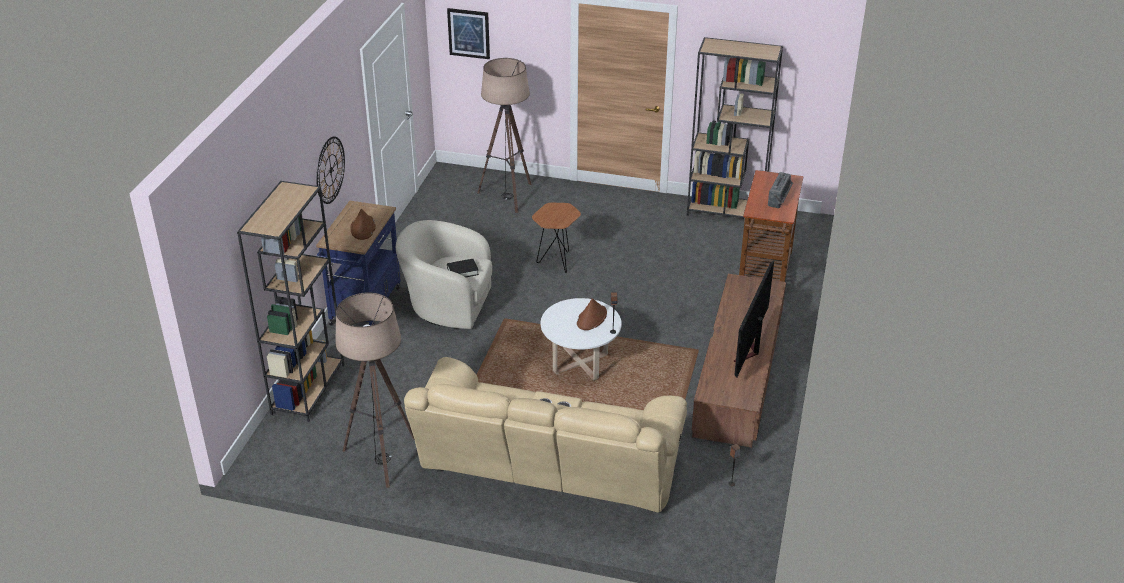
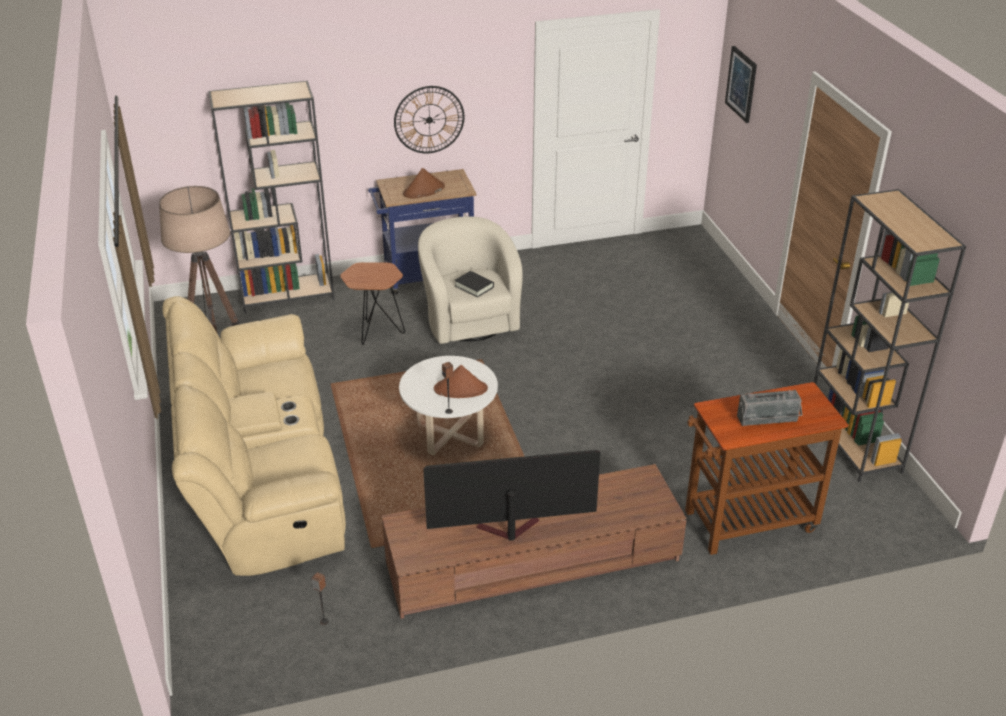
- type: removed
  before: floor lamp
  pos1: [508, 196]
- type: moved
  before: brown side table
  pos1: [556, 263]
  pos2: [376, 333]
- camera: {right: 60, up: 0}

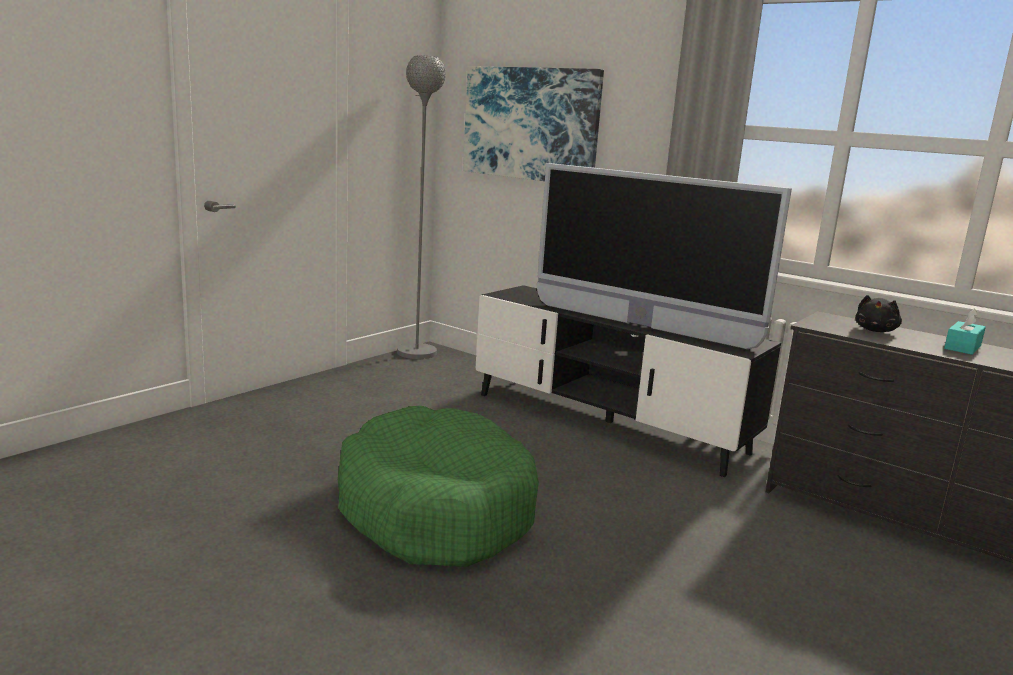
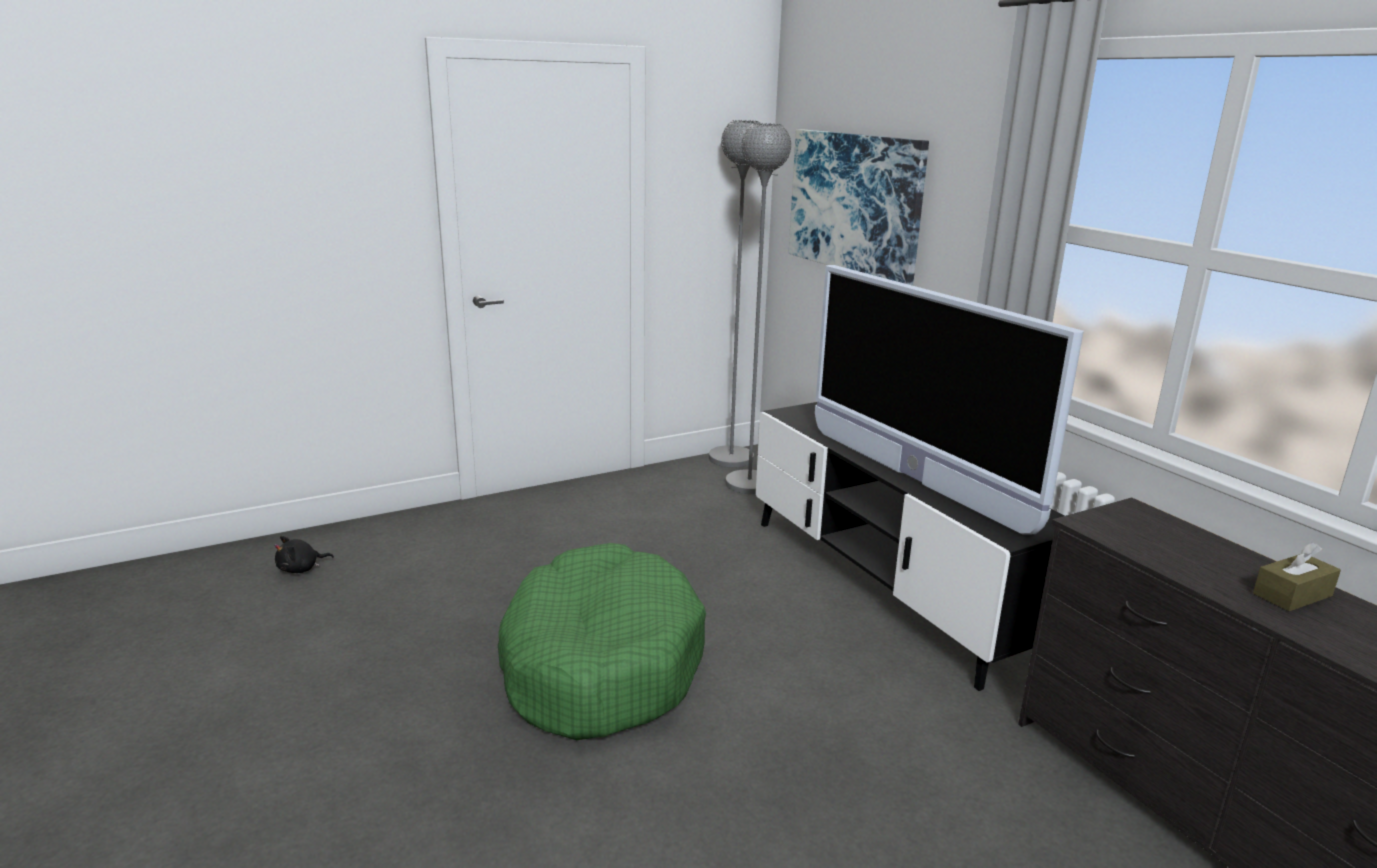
- type: moved
  before: black plush toy
  pos1: [875, 330]
  pos2: [301, 569]
- type: recoloured
  before: turquoise tissue box
  after: brown tissue box
  pos1: [962, 347]
  pos2: [1292, 595]
- type: added
  after: grey floor lamp
  pos2: [750, 484]
- camera: {right: 25, up: 5}

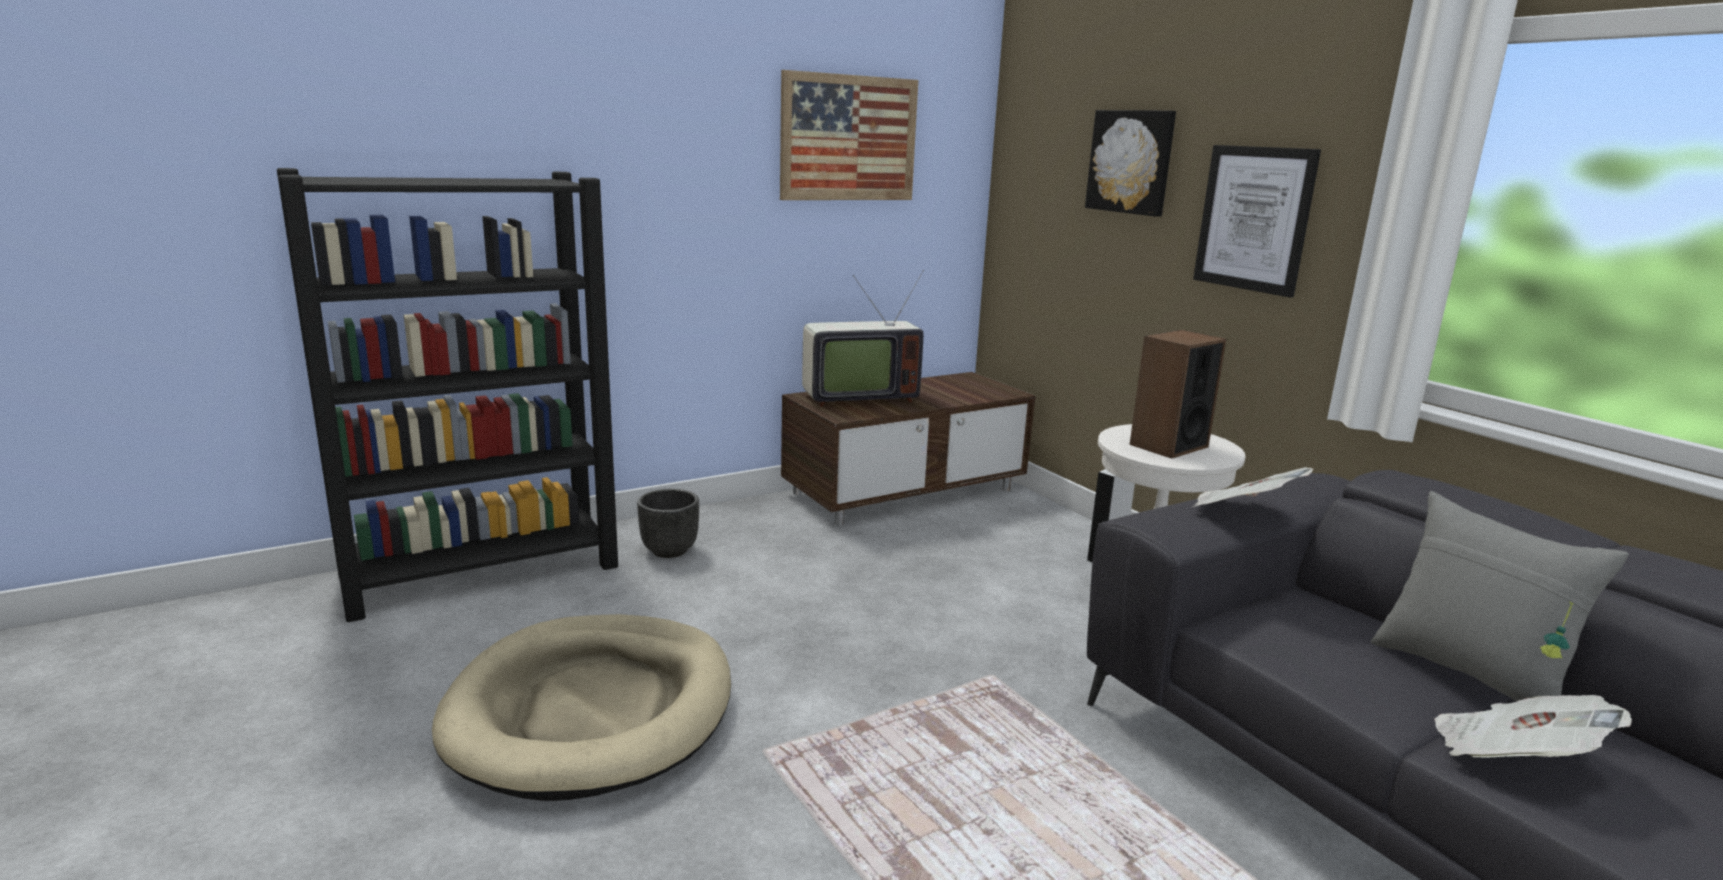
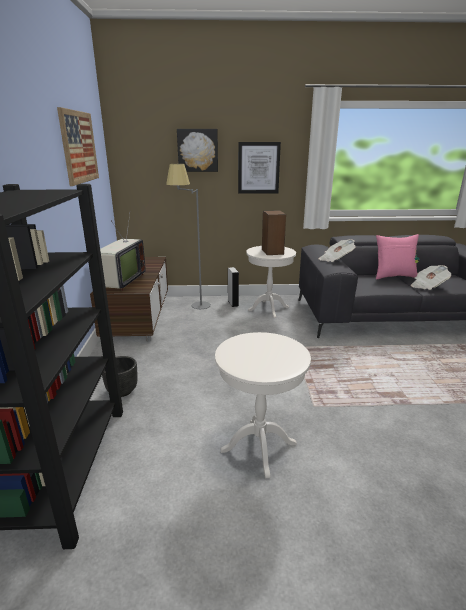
- type: recoloured
  before: grey pillow
  after: pink pillow
  pos1: [1467, 676]
  pos2: [393, 277]
- type: replaced
  before: beige dog bed
  after: white side table
  pos1: [592, 710]
  pos2: [259, 447]
- type: added
  after: grey floor lamp
  pos2: [192, 306]
- camera: {right: -60, up: 5}

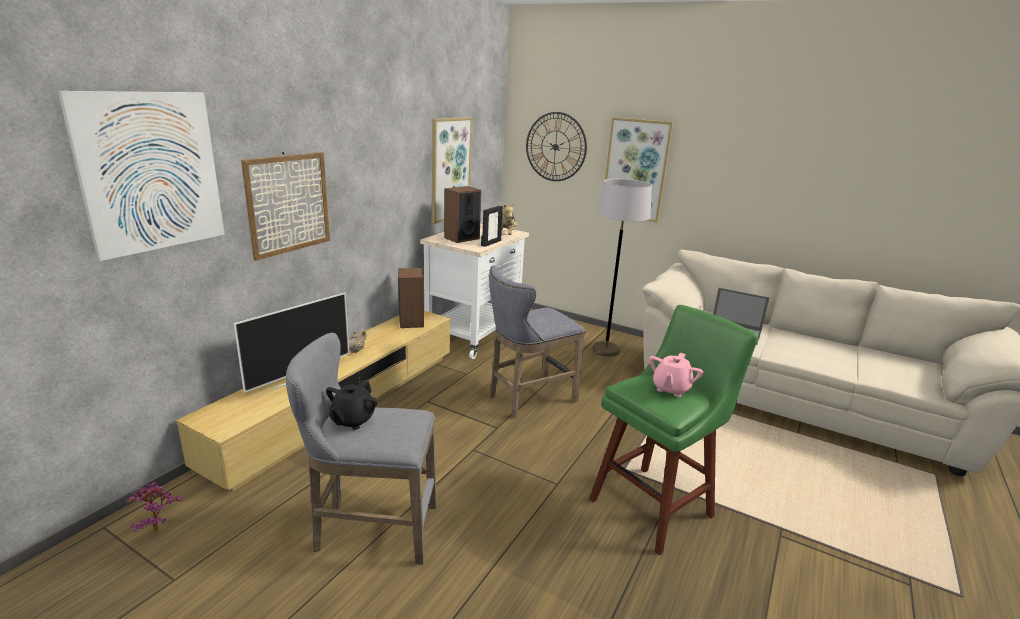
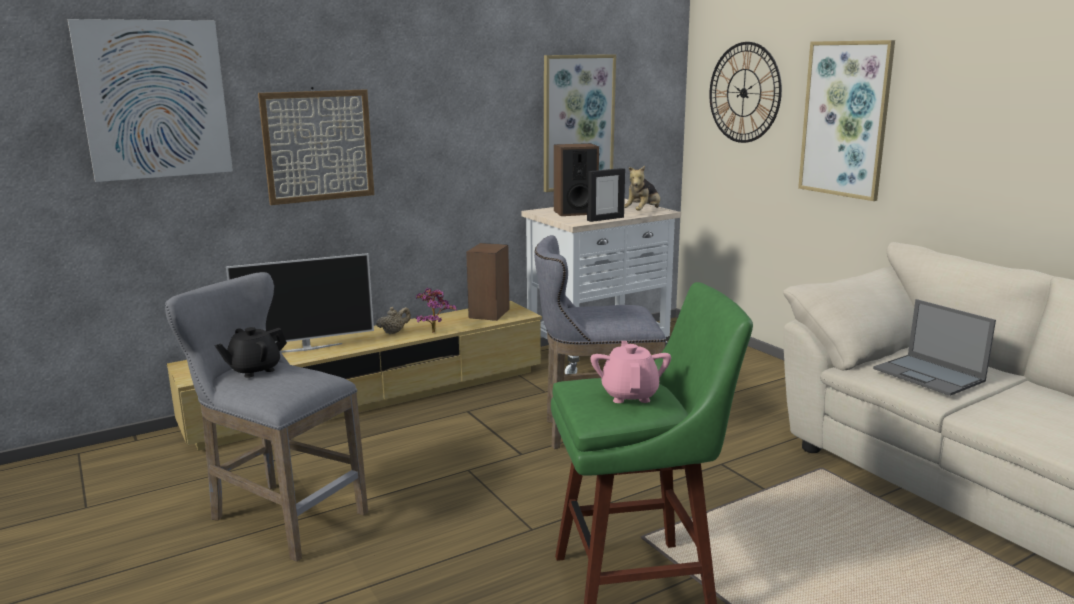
- type: removed
  before: grey floor lamp
  pos1: [606, 350]
- type: turned
  before: pink teapot
  pos1: [671, 389]
  pos2: [630, 395]
  turn: 120
- type: moved
  before: potted plant
  pos1: [156, 528]
  pos2: [434, 331]
- camera: {right: 30, up: -5}

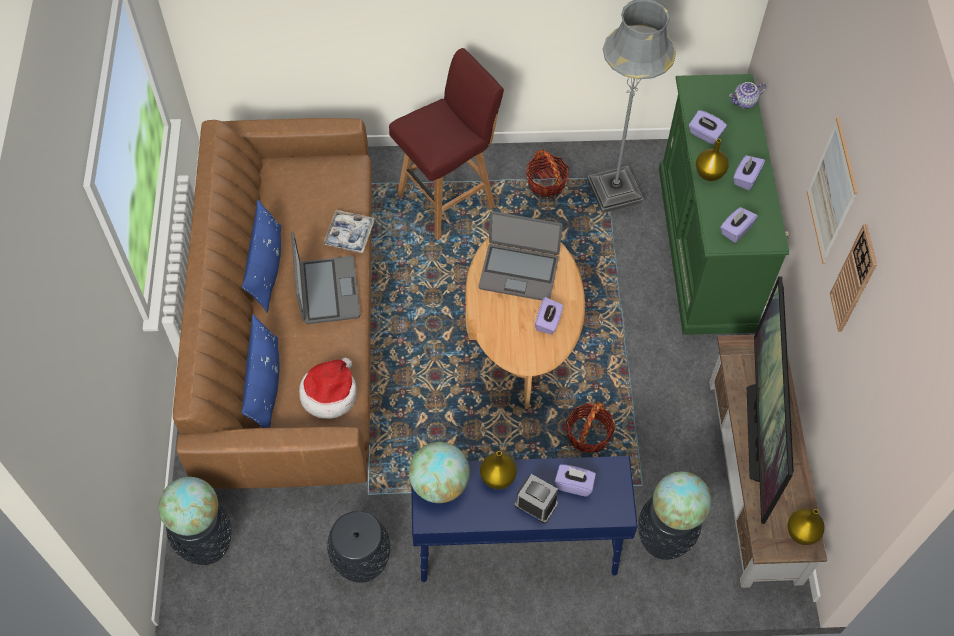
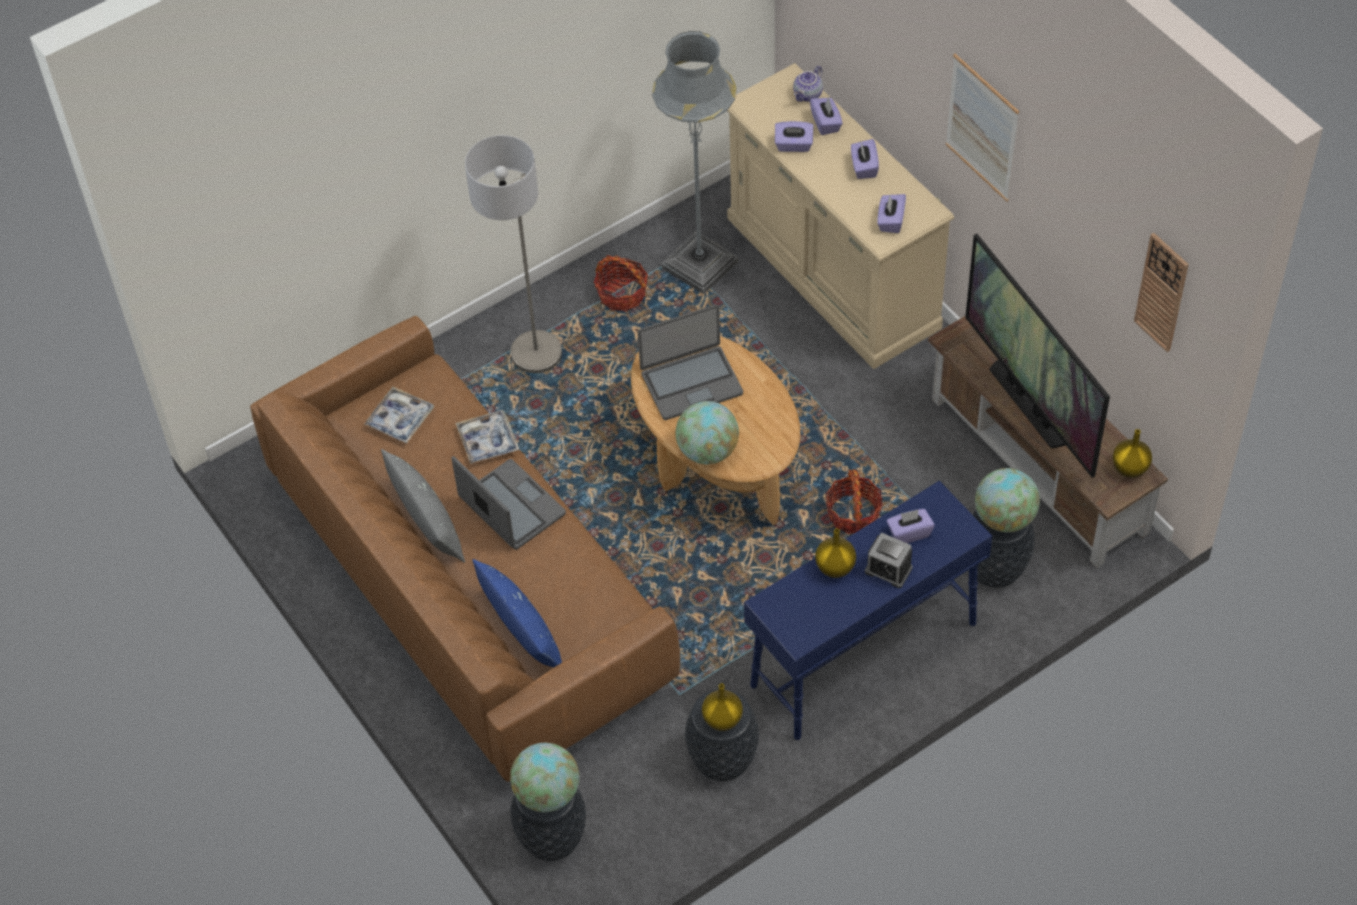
- type: replaced
  before: red stool
  after: grey floor lamp
  pos1: [448, 199]
  pos2: [530, 365]
- type: recoloured
  before: green cabinet
  after: beige cabinet
  pos1: [705, 247]
  pos2: [833, 273]
- type: moved
  before: yellow vase
  pos1: [708, 173]
  pos2: [721, 720]
- type: recoloured
  before: blue pillow
  after: grey pillow
  pos1: [266, 268]
  pos2: [427, 520]
- type: moved
  before: wall clock
  pos1: [854, 279]
  pos2: [1162, 292]
- type: moved
  before: purple tissue box
  pos1: [548, 322]
  pos2: [826, 123]
- type: removed
  before: hat
  pos1: [330, 393]
- type: moved
  before: globe
  pos1: [440, 484]
  pos2: [708, 451]
- type: turned
  before: alarm clock
  pos1: [536, 504]
  pos2: [888, 570]
  turn: -150
- type: added
  after: tray
  pos2: [400, 419]
- camera: {right: -30, up: -5}

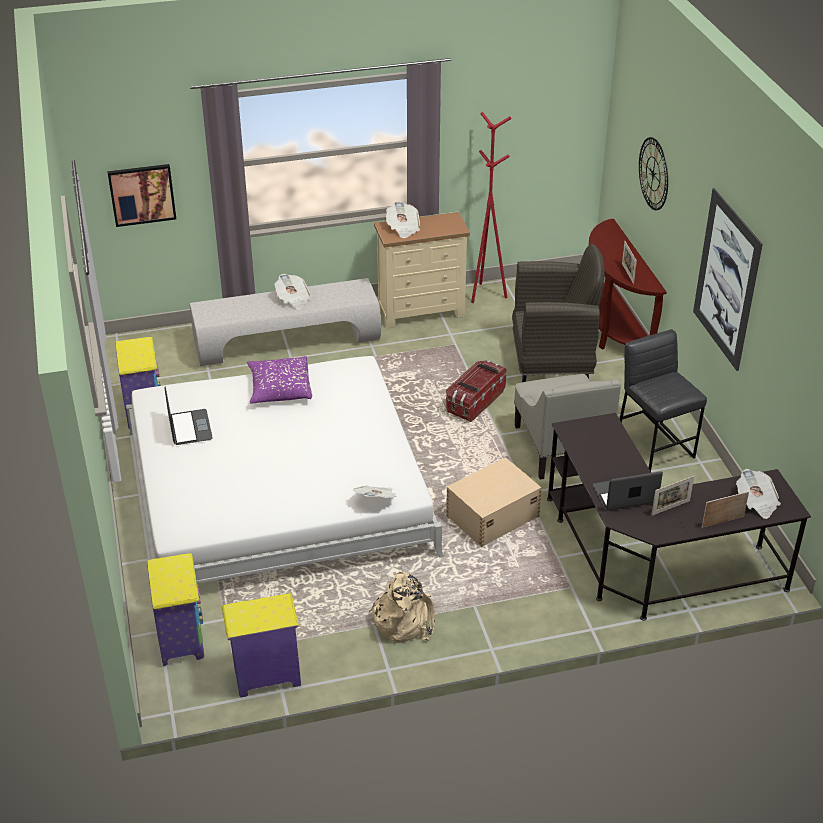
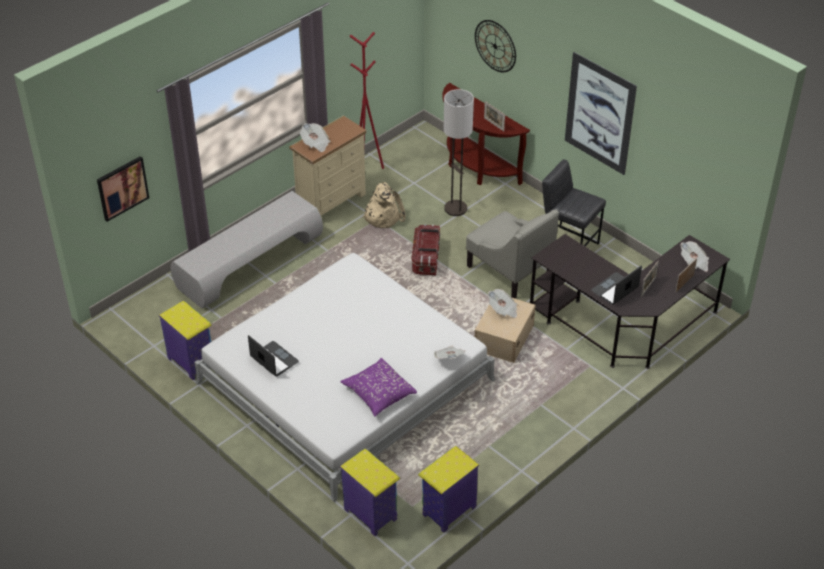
- type: replaced
  before: grey armchair
  after: floor lamp
  pos1: [553, 363]
  pos2: [456, 208]
- type: moved
  before: newspaper
  pos1: [293, 299]
  pos2: [503, 310]
- type: moved
  before: purple pillow
  pos1: [279, 388]
  pos2: [378, 393]
- type: moved
  before: beige backpack
  pos1: [404, 620]
  pos2: [382, 215]
- camera: {right: -30, up: 5}

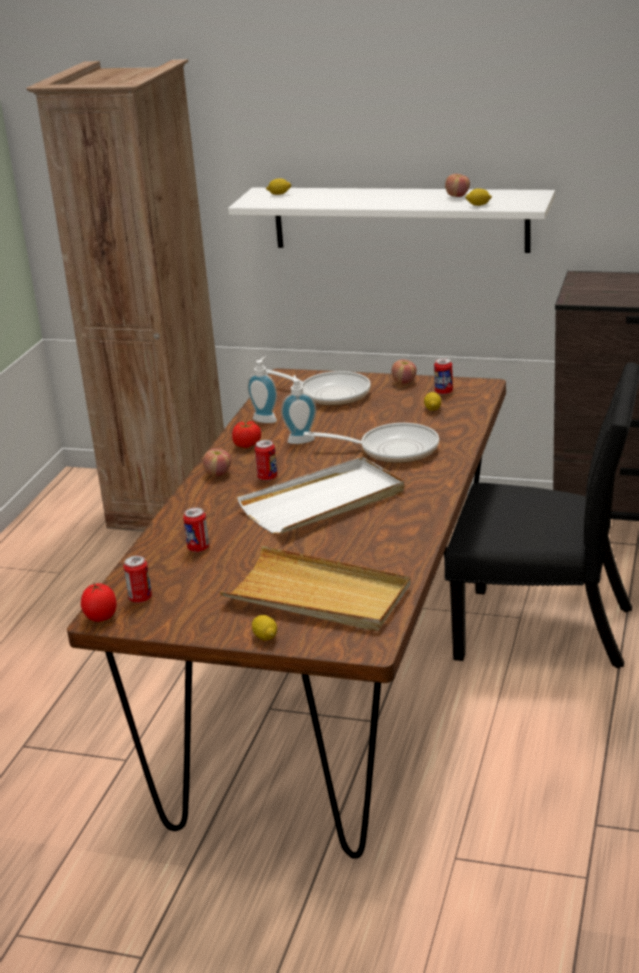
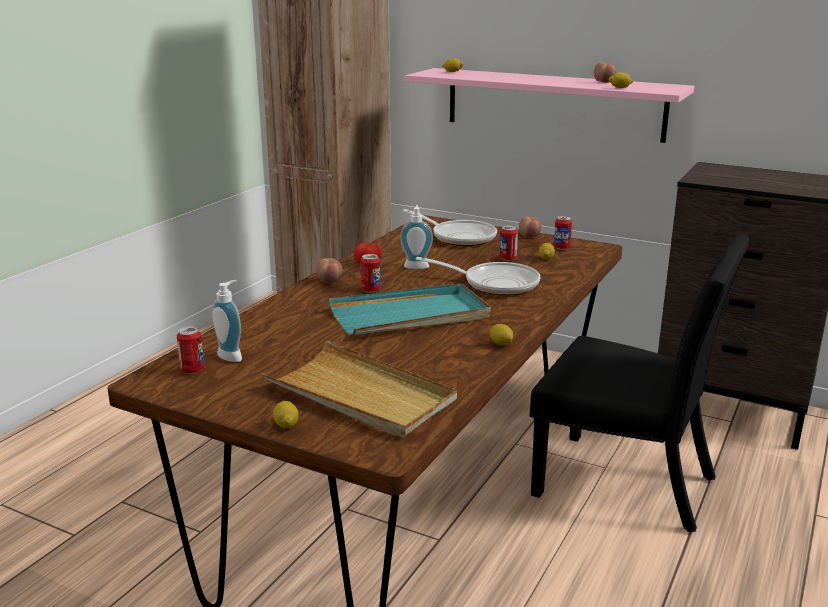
- type: recoloured
  before: white shelf
  after: pink shelf
  pos1: [399, 219]
  pos2: [553, 104]
- type: moved
  before: soap dispenser
  pos1: [266, 419]
  pos2: [232, 355]
- type: recoloured
  before: white tray
  after: turquoise tray
  pos1: [324, 501]
  pos2: [411, 315]
- type: moved
  before: can
  pos1: [198, 548]
  pos2: [508, 258]
- type: removed
  before: tomato
  pos1: [100, 618]
- type: added
  after: lemon
  pos2: [500, 343]
- camera: {right: 10, up: -5}

